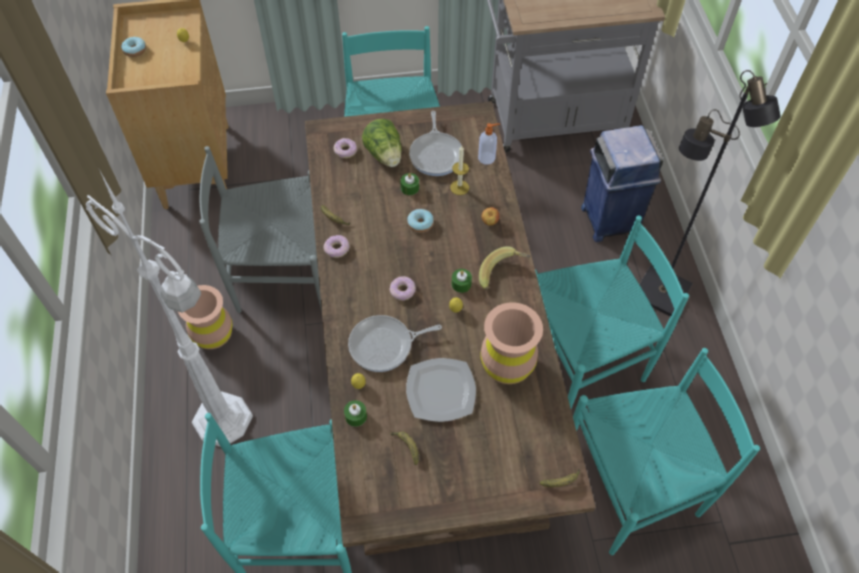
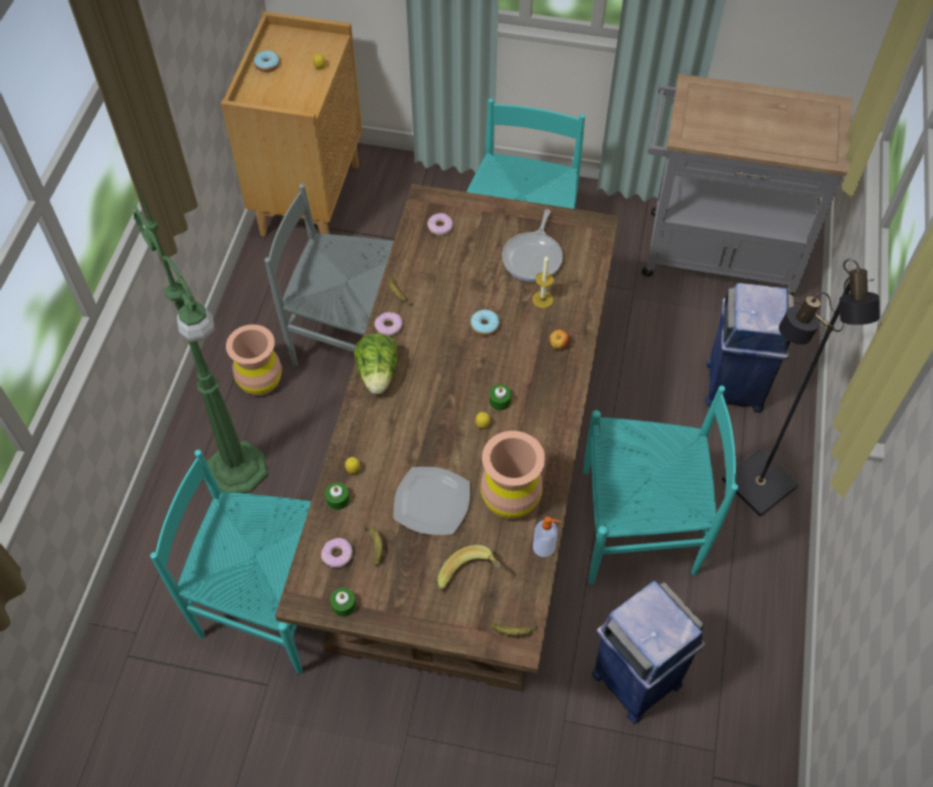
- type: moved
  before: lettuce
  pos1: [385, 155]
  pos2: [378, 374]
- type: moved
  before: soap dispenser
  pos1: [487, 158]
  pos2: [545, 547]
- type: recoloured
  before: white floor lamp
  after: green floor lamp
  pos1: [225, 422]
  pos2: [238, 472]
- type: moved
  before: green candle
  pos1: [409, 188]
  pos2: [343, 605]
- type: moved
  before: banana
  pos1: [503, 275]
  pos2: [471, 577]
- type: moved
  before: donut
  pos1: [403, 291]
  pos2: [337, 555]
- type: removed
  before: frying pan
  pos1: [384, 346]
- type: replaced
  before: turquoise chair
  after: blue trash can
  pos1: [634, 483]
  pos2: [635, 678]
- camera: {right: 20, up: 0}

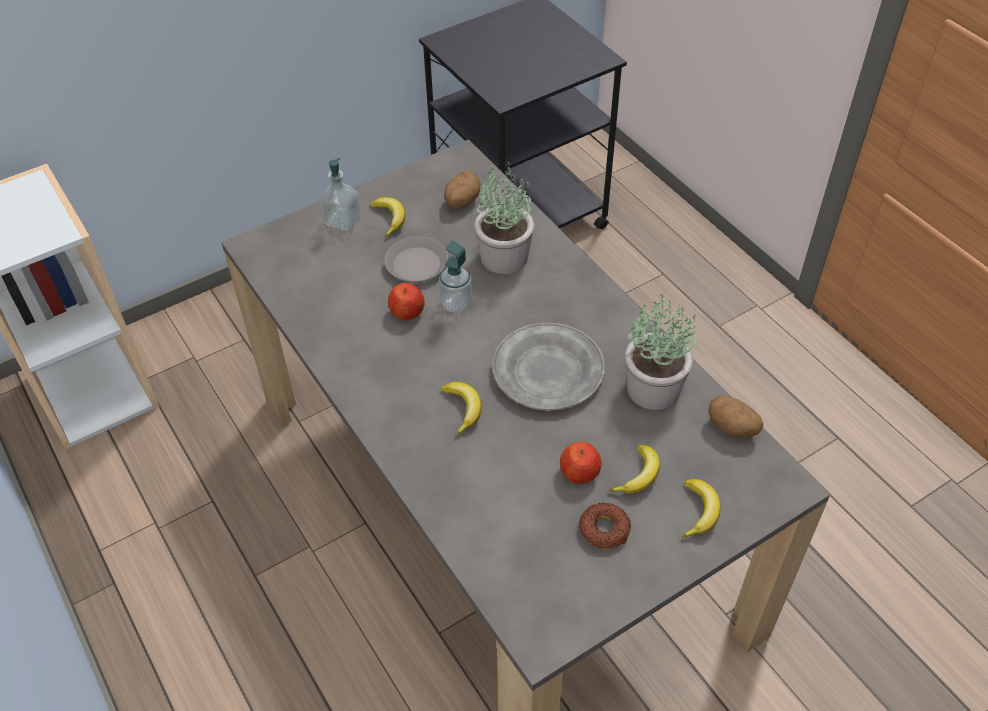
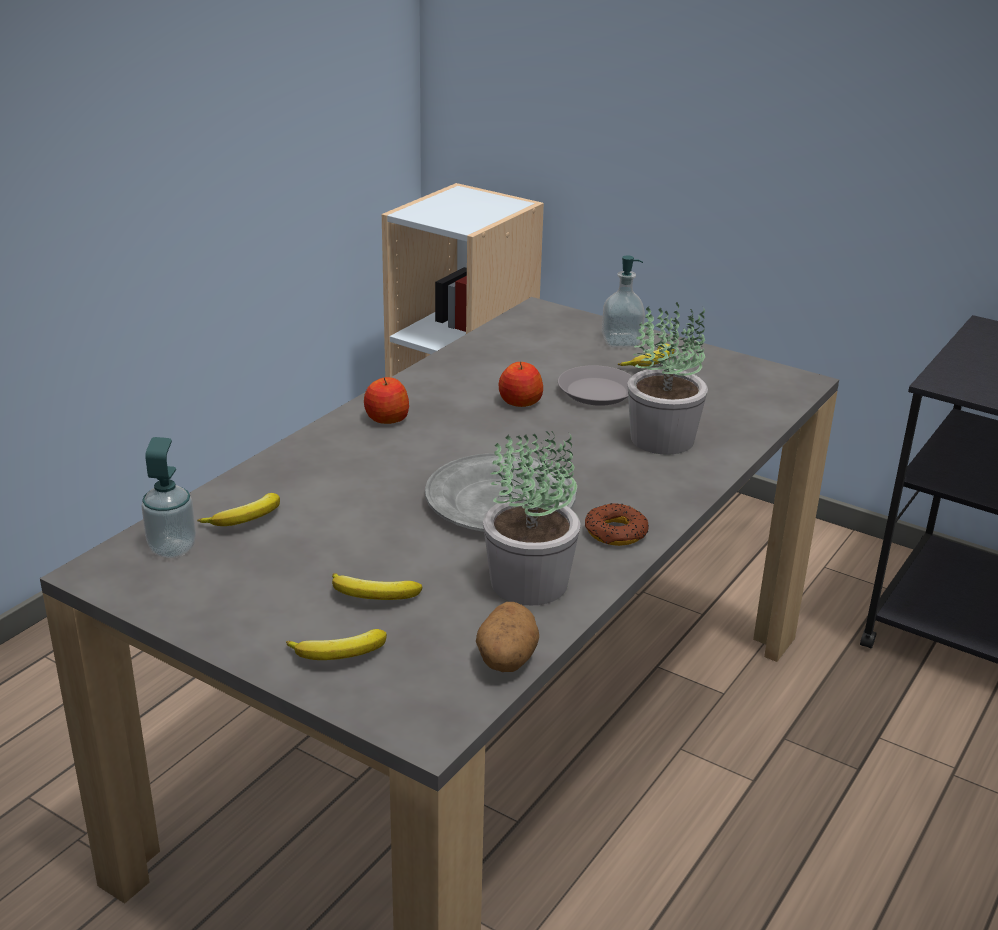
- type: removed
  before: potato
  pos1: [461, 201]
- type: moved
  before: soap dispenser
  pos1: [456, 304]
  pos2: [172, 548]
- type: moved
  before: banana
  pos1: [463, 409]
  pos2: [246, 519]
- type: moved
  before: apple
  pos1: [580, 472]
  pos2: [386, 418]
- type: moved
  before: donut
  pos1: [604, 529]
  pos2: [616, 532]
- camera: {right: 65, up: -20}

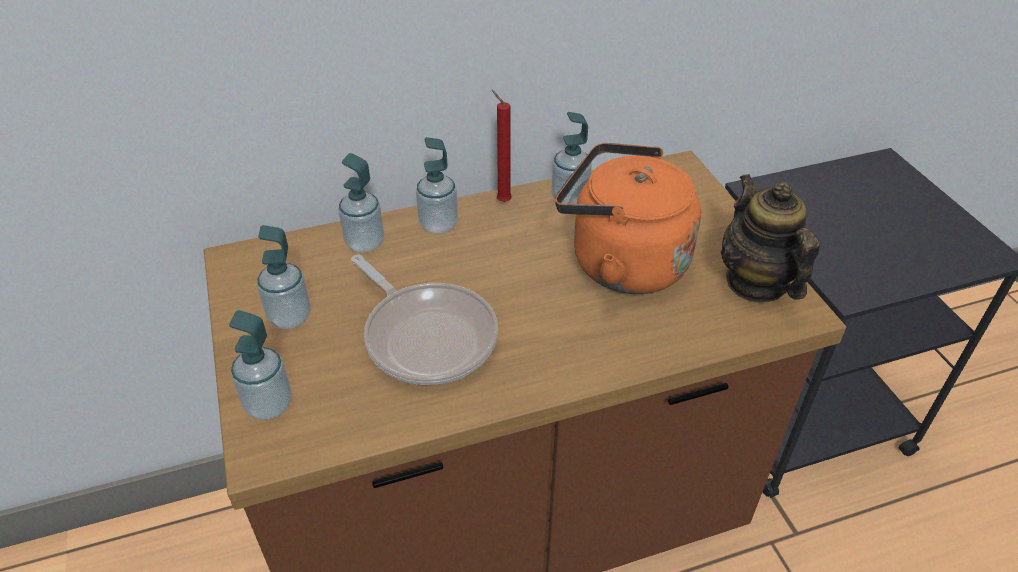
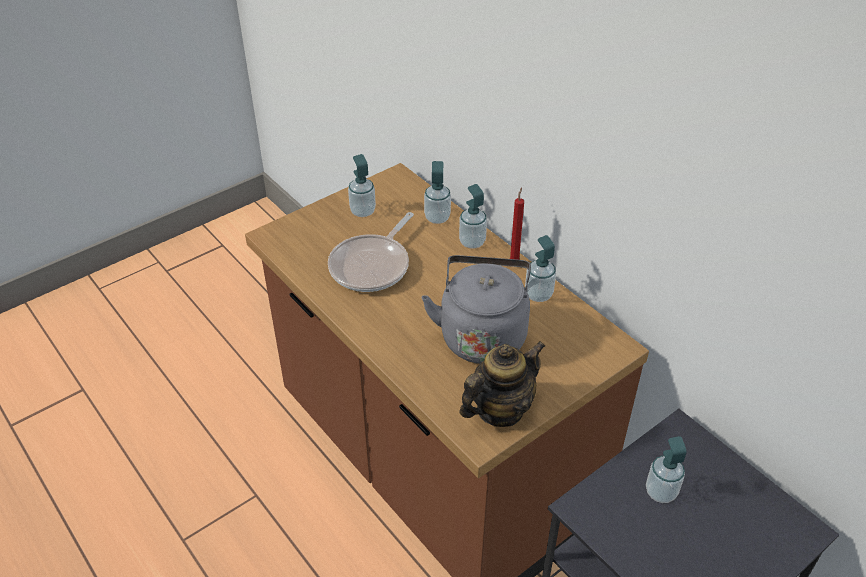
- type: recoloured
  before: orange kettle
  after: grey kettle
  pos1: [621, 262]
  pos2: [482, 334]
- type: moved
  before: soap dispenser
  pos1: [269, 405]
  pos2: [661, 492]
- camera: {right: 70, up: 0}

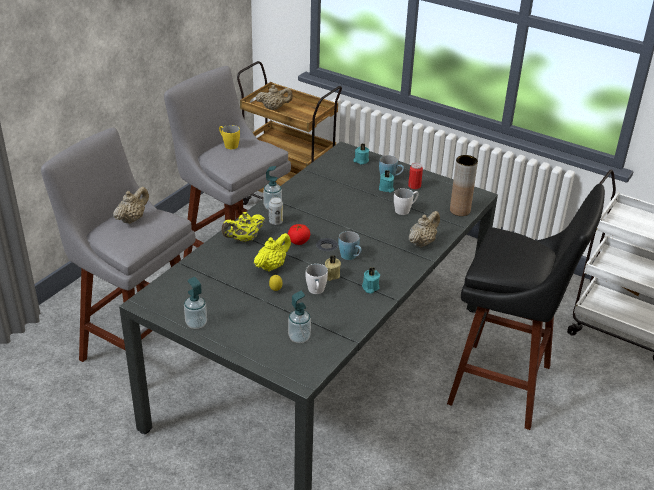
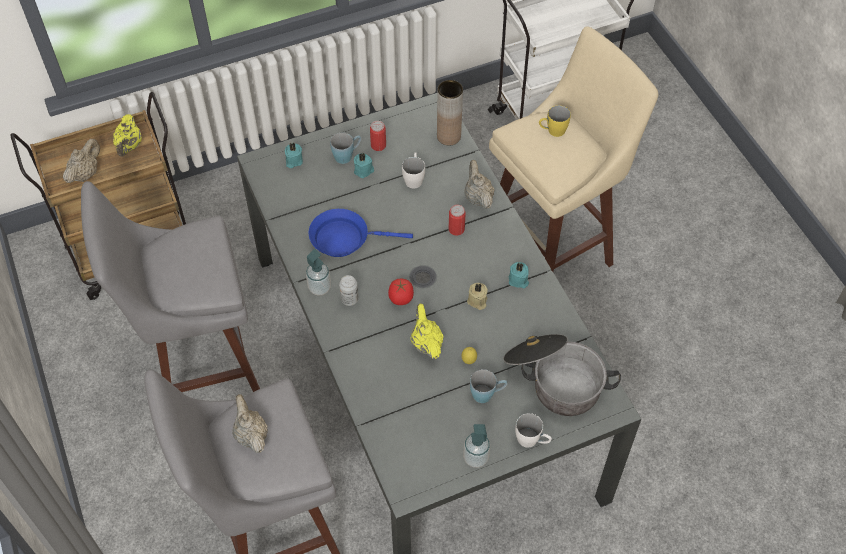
- type: moved
  before: yellow mug
  pos1: [228, 145]
  pos2: [552, 131]
- type: recoloured
  before: black stool
  after: beige stool
  pos1: [504, 386]
  pos2: [552, 247]
- type: moved
  before: yellow teapot
  pos1: [244, 239]
  pos2: [129, 146]
- type: moved
  before: blue mug
  pos1: [351, 257]
  pos2: [487, 394]
- type: moved
  before: white mug
  pos1: [316, 292]
  pos2: [532, 441]
- type: replaced
  before: soap dispenser
  after: cooking pot
  pos1: [299, 337]
  pos2: [554, 379]
- type: added
  after: can
  pos2: [456, 229]
- type: added
  after: blue frying pan
  pos2: [345, 238]
- camera: {right: -55, up: 20}

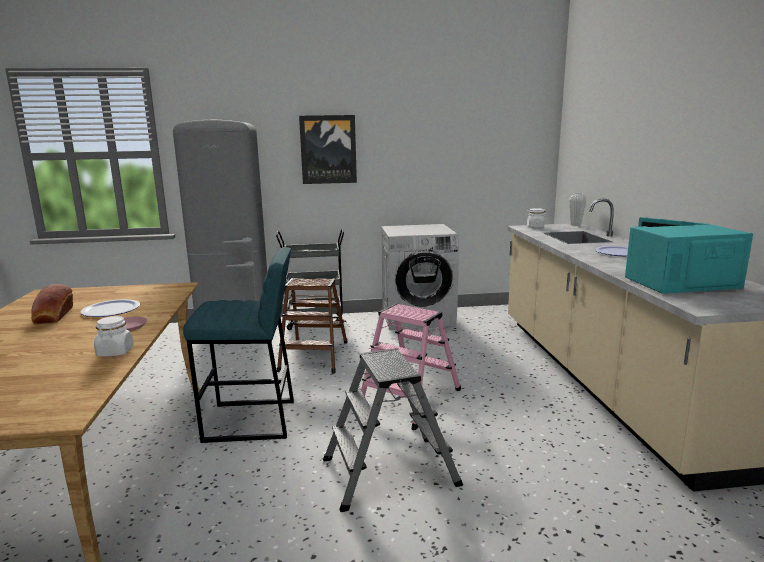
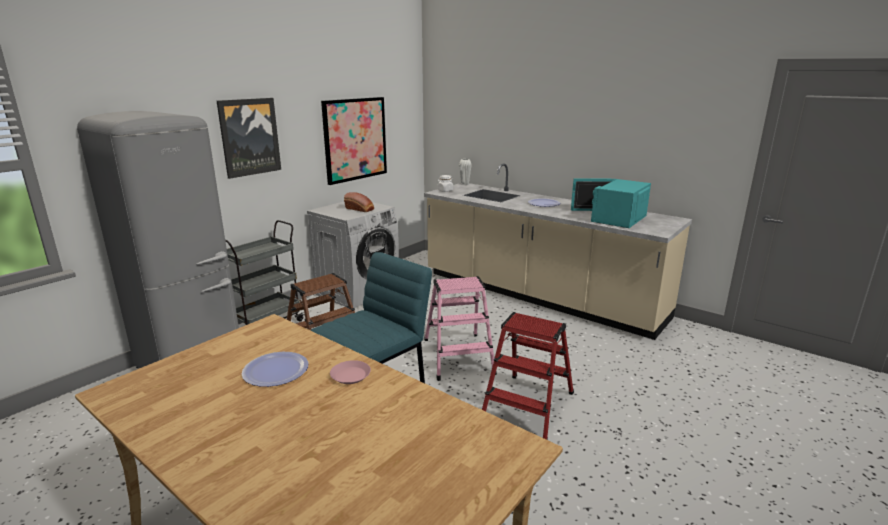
- type: moved
  before: bread
  pos1: [53, 316]
  pos2: [360, 209]
- type: removed
  before: white jar
  pos1: [115, 352]
- type: recoloured
  before: grey step ladder
  after: red step ladder
  pos1: [390, 471]
  pos2: [528, 407]
- type: added
  after: picture
  pos2: [355, 139]
- camera: {right: -45, up: 5}

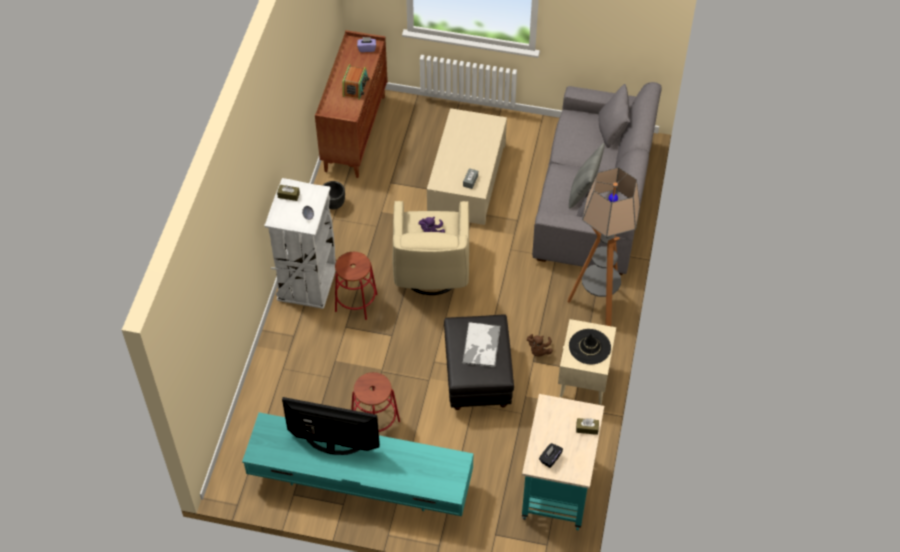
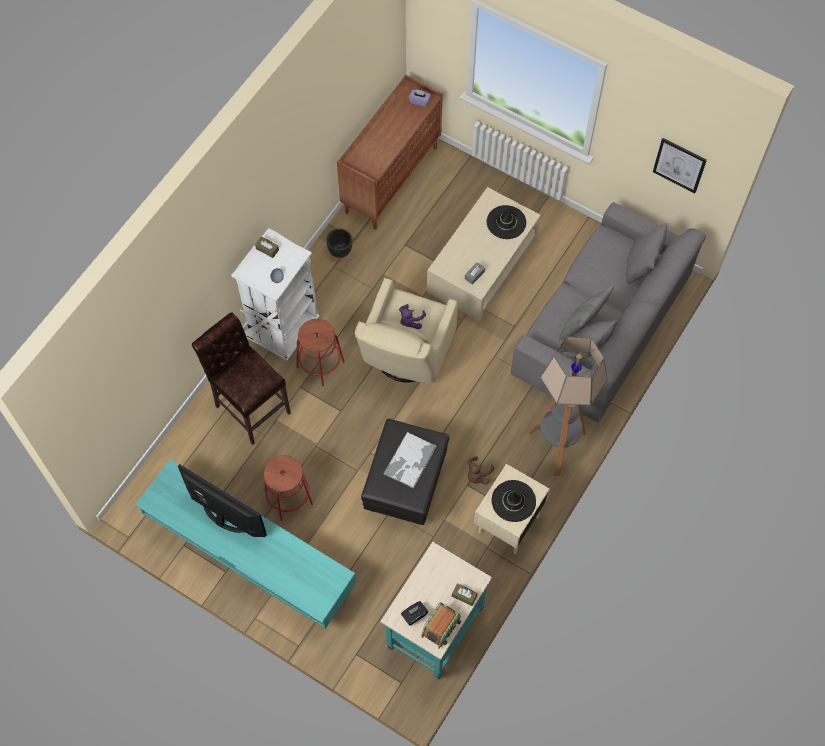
- type: moved
  before: radio
  pos1: [355, 87]
  pos2: [441, 626]
- type: added
  after: picture
  pos2: [679, 165]
- type: added
  after: black hat
  pos2: [506, 222]
- type: added
  after: brown stool
  pos2: [250, 406]
- camera: {right: 20, up: 10}

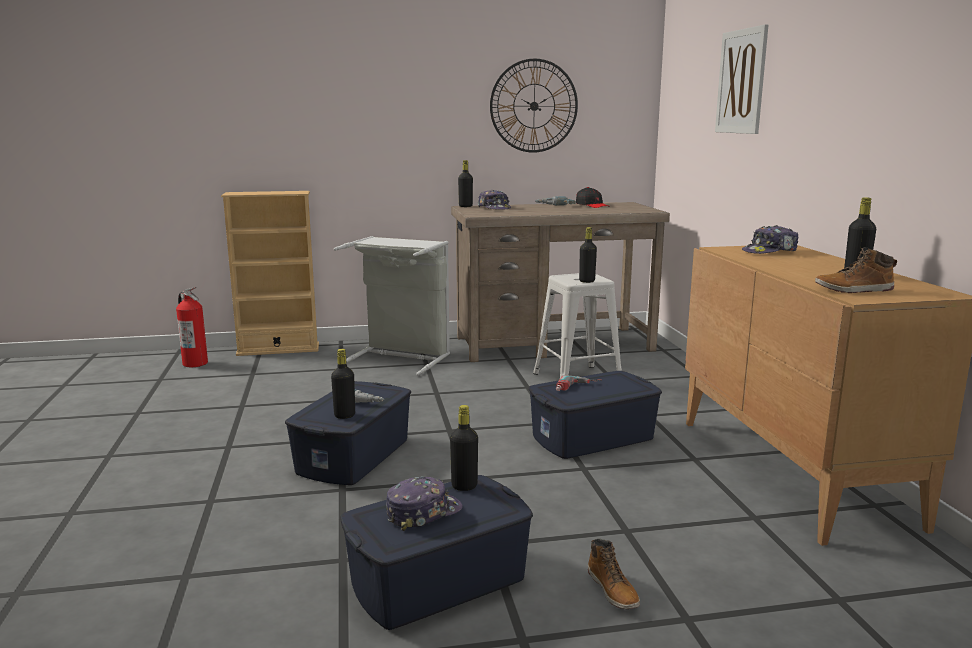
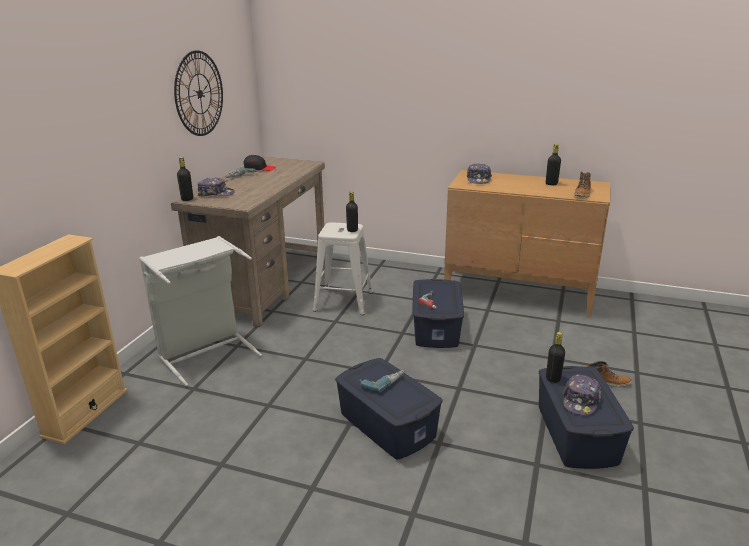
- type: removed
  before: picture
  pos1: [741, 81]
- type: removed
  before: fire extinguisher
  pos1: [195, 363]
- type: removed
  before: black bottle
  pos1: [344, 415]
- type: turned
  before: cap
  pos1: [423, 513]
  pos2: [581, 401]
  turn: -150
- camera: {right: -60, up: 10}

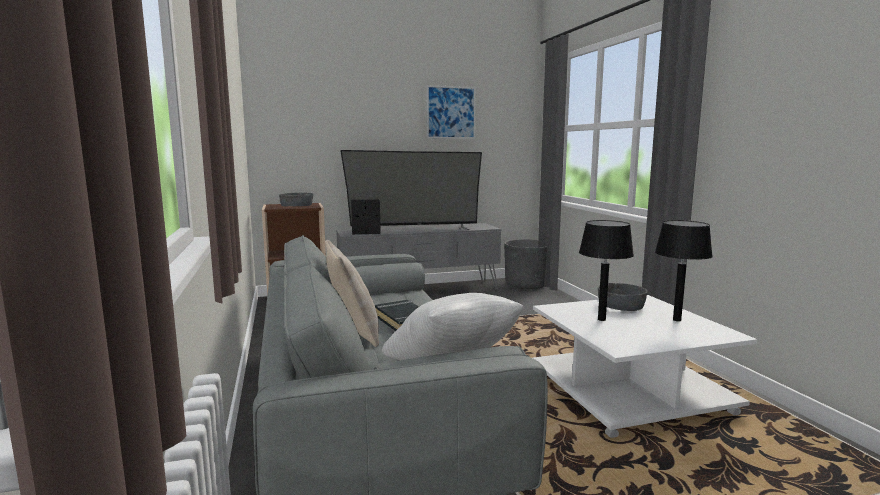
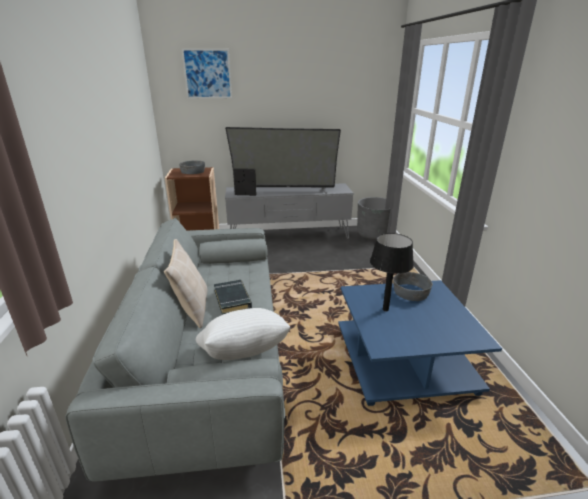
- type: moved
  before: picture
  pos1: [451, 112]
  pos2: [207, 74]
- type: removed
  before: black table lamp
  pos1: [676, 320]
- type: recoloured
  before: white coffee table
  after: blue coffee table
  pos1: [626, 392]
  pos2: [402, 360]
- camera: {right: 10, up: 15}

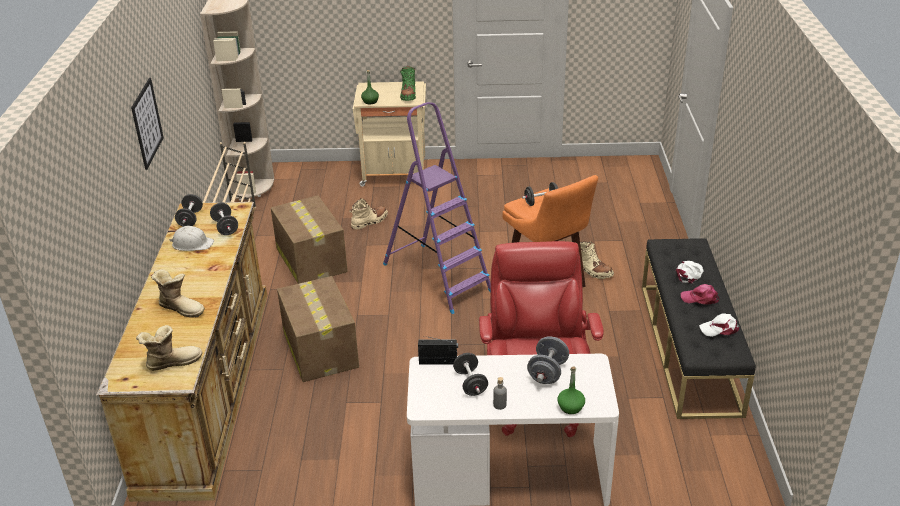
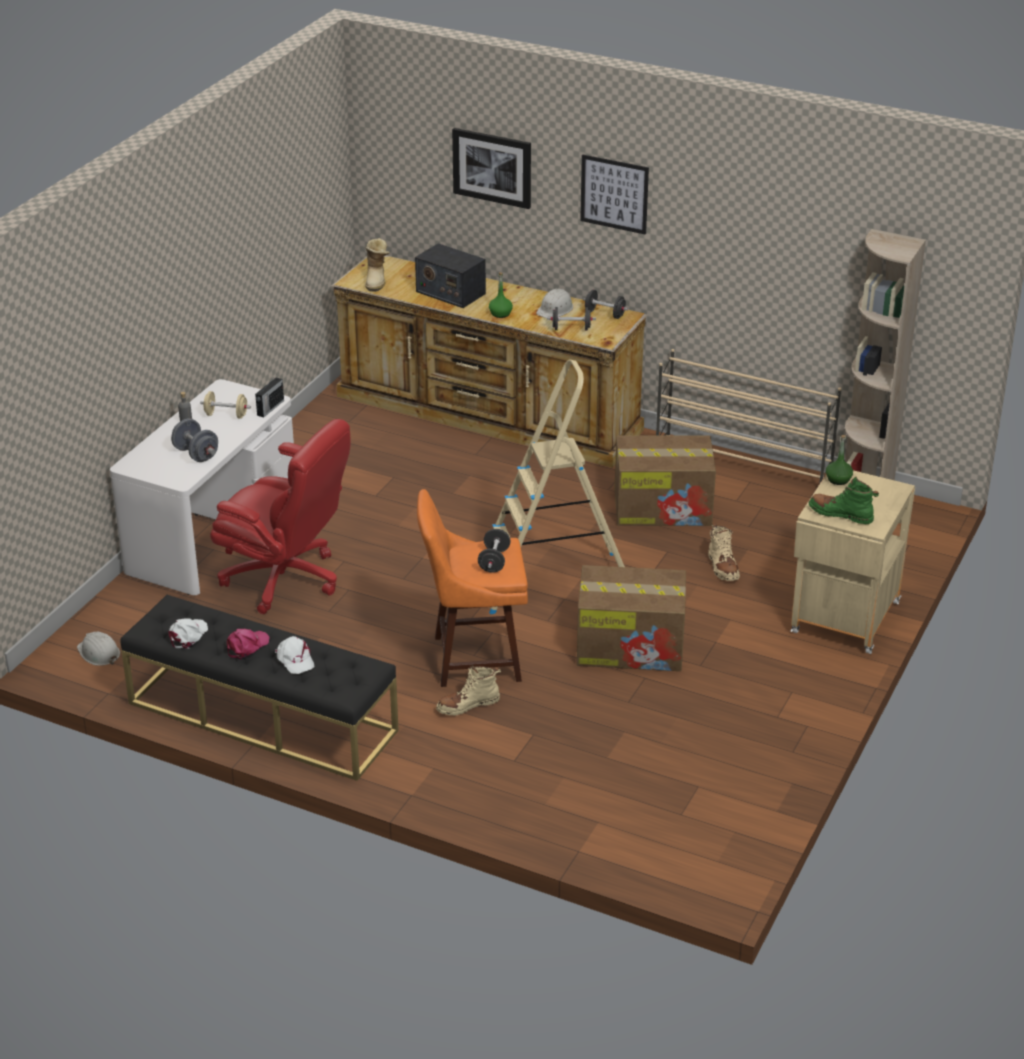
- type: recoloured
  before: purple step ladder
  after: beige step ladder
  pos1: [437, 278]
  pos2: [553, 583]
- type: replaced
  before: boot
  after: radio
  pos1: [181, 308]
  pos2: [450, 292]
- type: moved
  before: cardboard box
  pos1: [320, 349]
  pos2: [632, 646]
- type: recoloured
  before: black dumbbell
  after: beige dumbbell
  pos1: [470, 383]
  pos2: [226, 415]
- type: moved
  before: green bottle
  pos1: [570, 407]
  pos2: [500, 313]
- type: added
  after: picture
  pos2: [492, 167]
- type: added
  after: white hard hat
  pos2: [98, 653]
- camera: {right: 115, up: 0}

